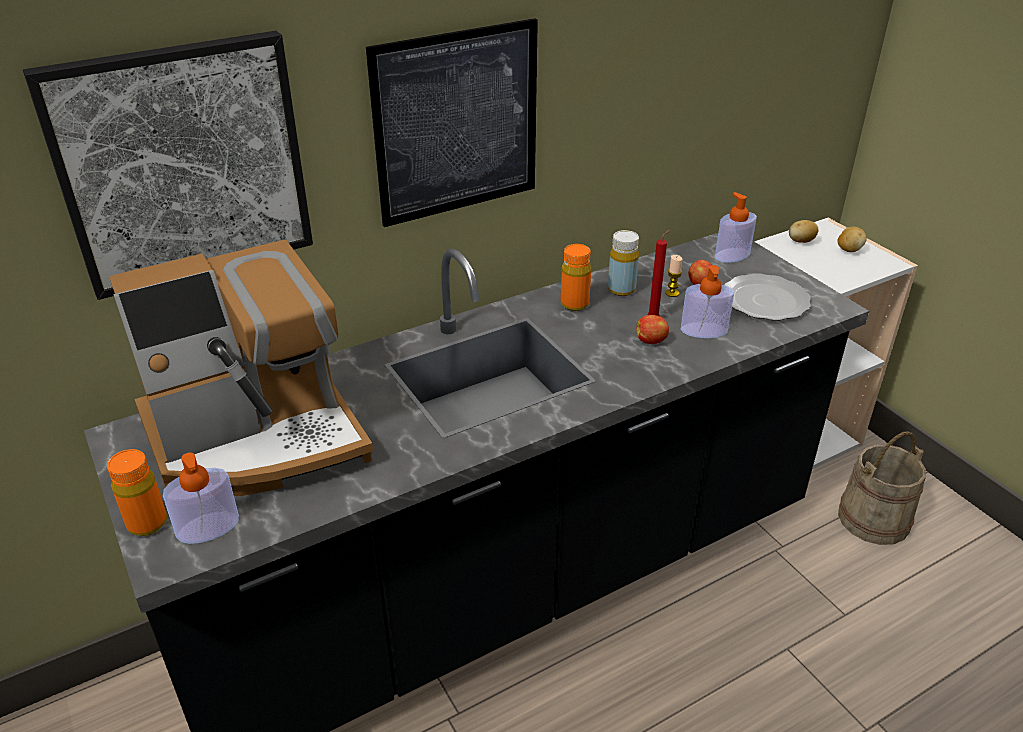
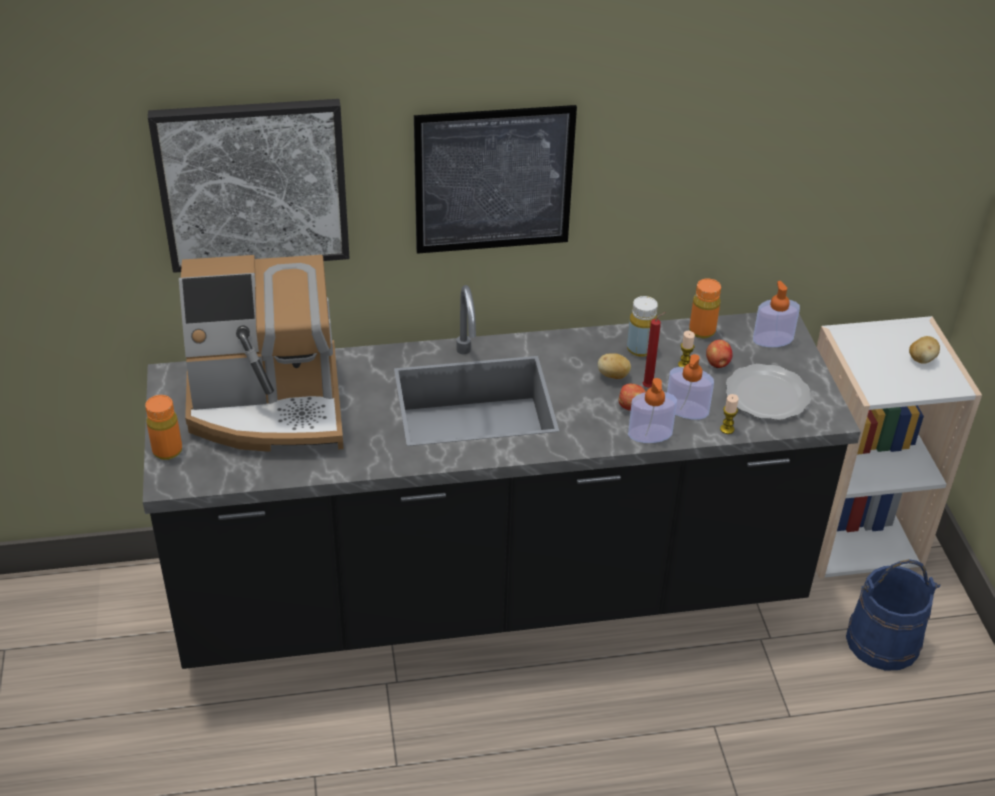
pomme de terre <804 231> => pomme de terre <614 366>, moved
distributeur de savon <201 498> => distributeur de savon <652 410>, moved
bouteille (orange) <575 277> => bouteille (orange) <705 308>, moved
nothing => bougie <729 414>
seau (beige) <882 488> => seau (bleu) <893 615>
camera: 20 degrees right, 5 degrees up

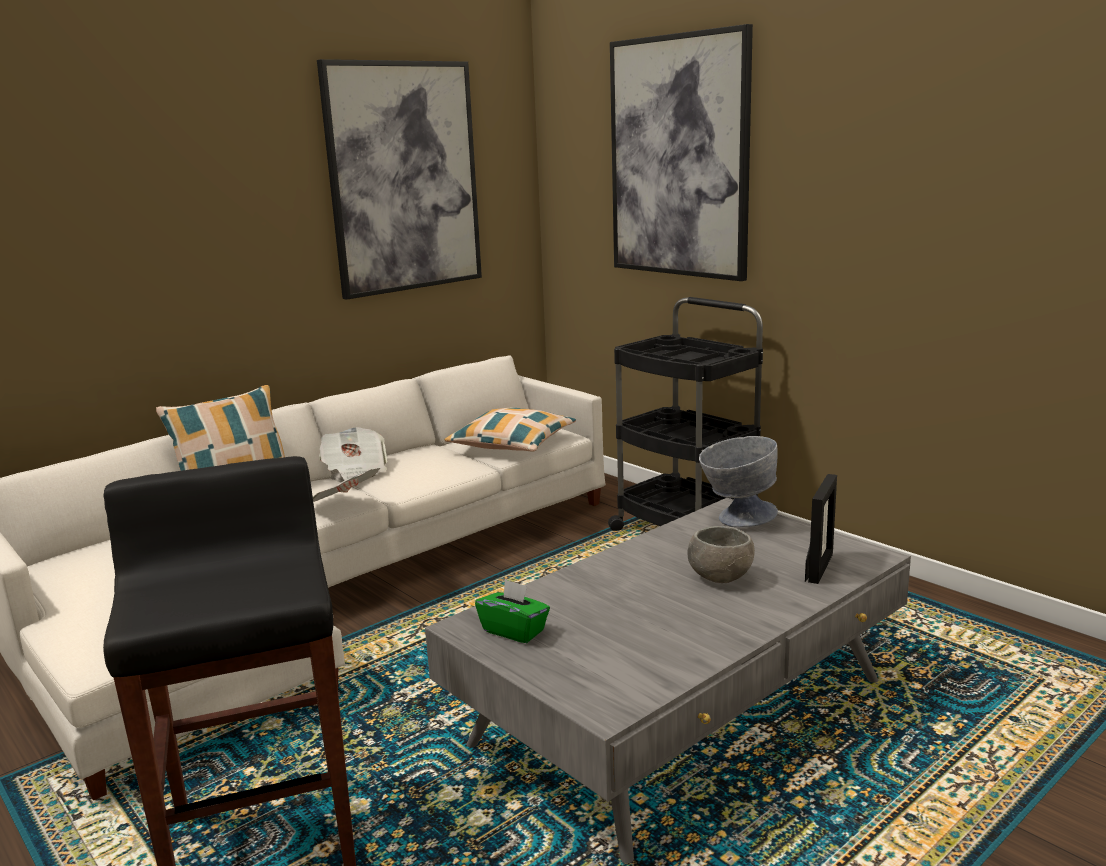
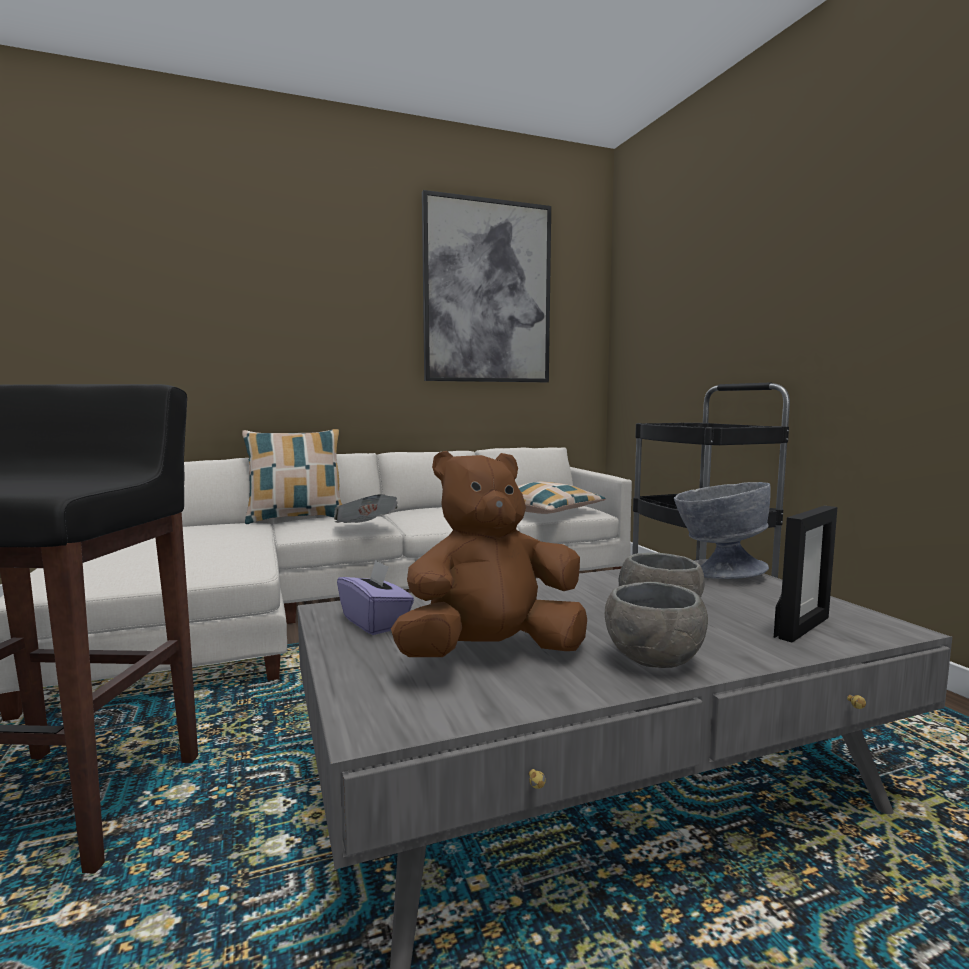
boîte à mouchoirs (vert) <512 611> => boîte à mouchoirs (violet) <375 597>
nothing => peluche (marron) <489 554>
nothing => bol (gris) <656 625>
journal <353 454> => nothing
tableau <681 152> => nothing
camera: 20 degrees right, 10 degrees down

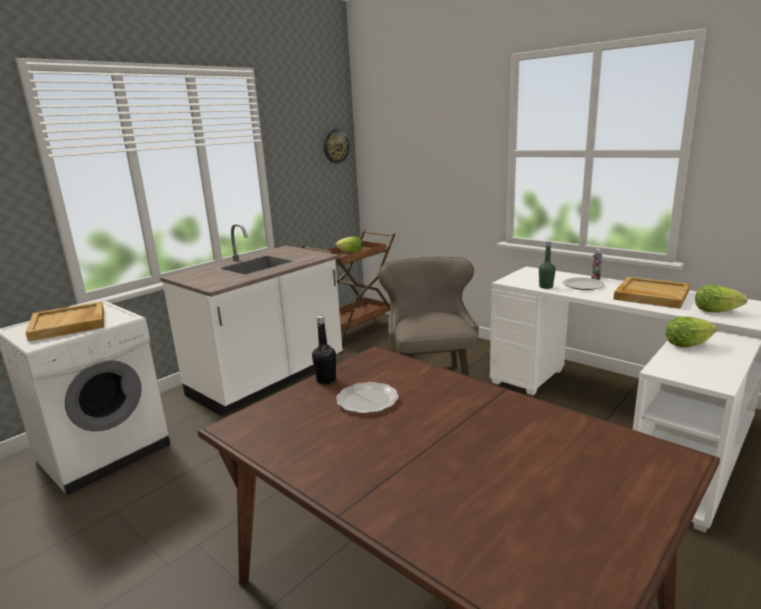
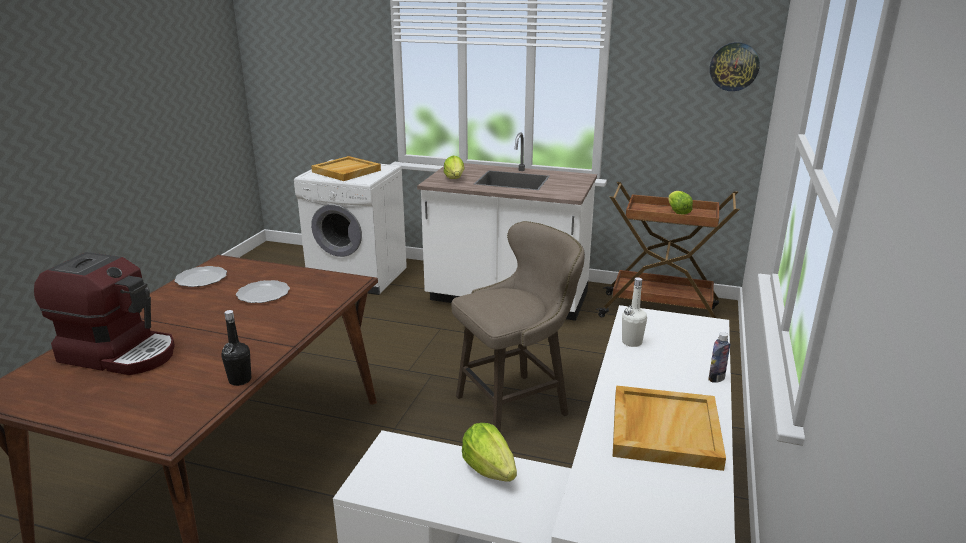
nothing => machine à café <104 313>
assiette <584 284> => assiette <200 276>, moved
bouteille (noir) <324 350> => bouteille (noir) <236 348>, moved
laitue <721 299> => laitue <454 167>, moved
bouteille (vert) <547 265> => bouteille (blanc) <634 312>
camera: 65 degrees right, 5 degrees up

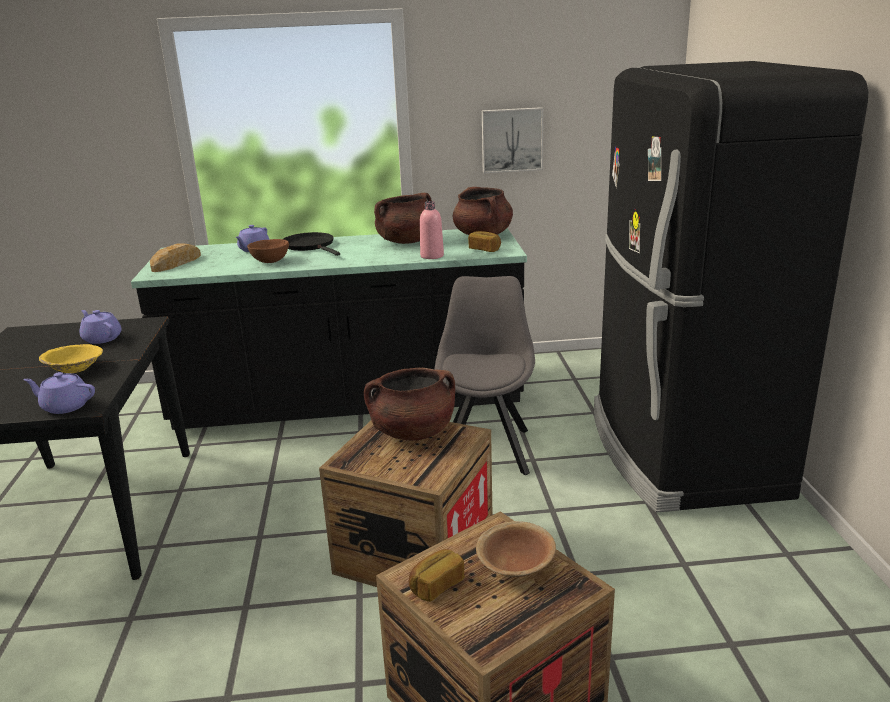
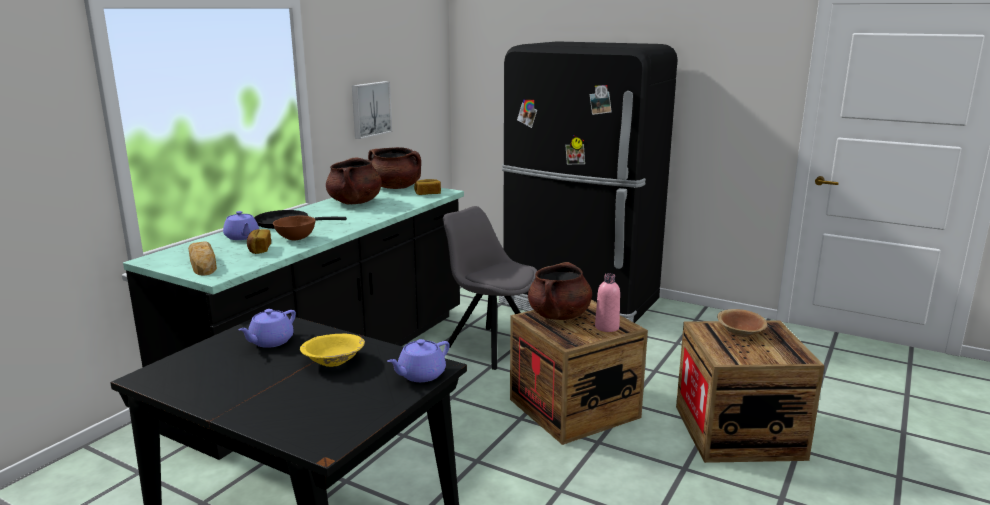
théière (violet) <101 327> => théière (violet) <267 328>, 45 degrees counterclockwise
pain <436 575> => pain <259 241>, moved
bouteille (rose) <432 230> => bouteille (rose) <607 302>, moved
camera: 55 degrees left, 5 degrees down

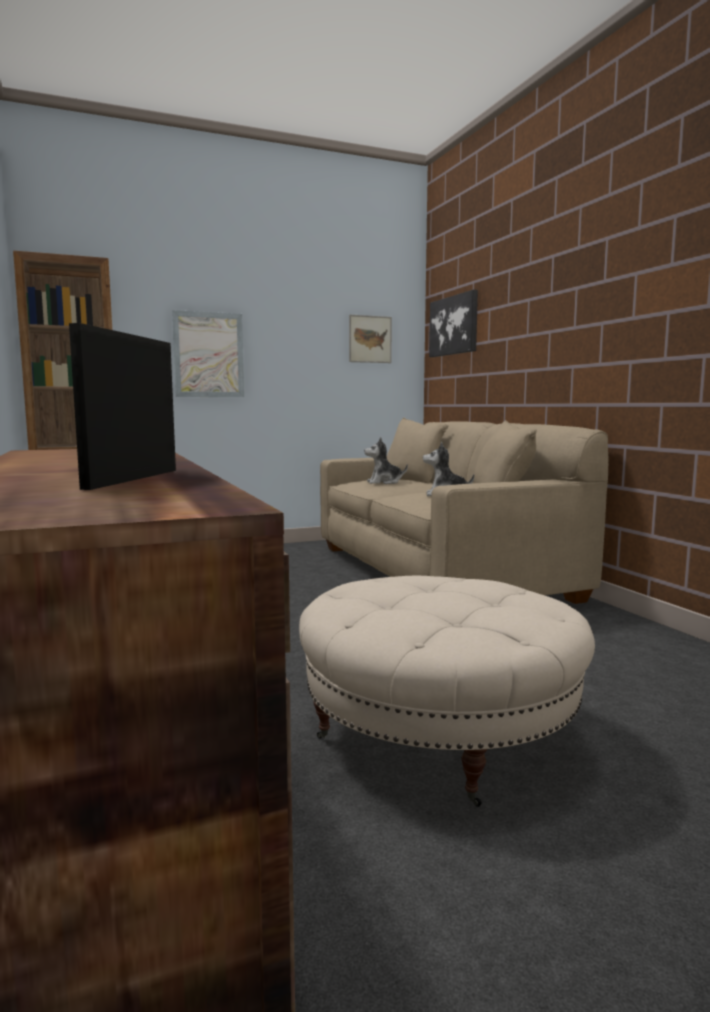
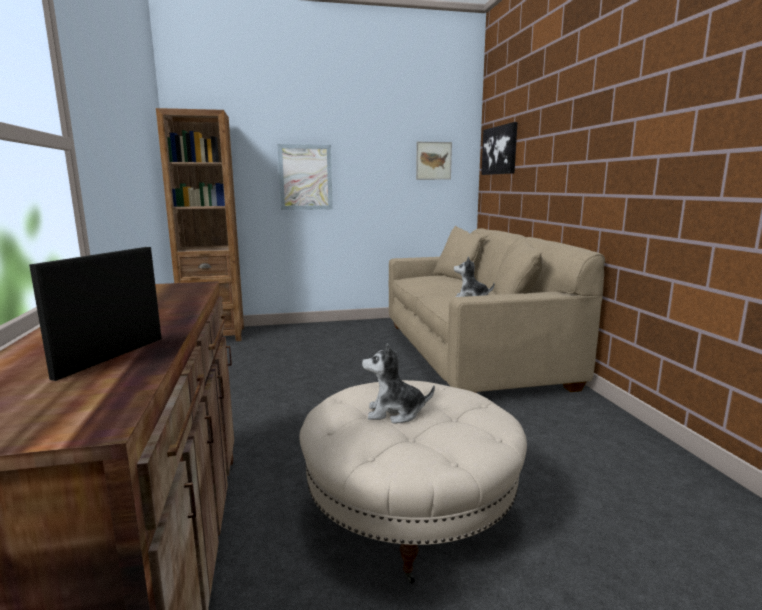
peluche <386 460> => peluche <398 383>, moved
camera: 10 degrees right, 5 degrees up

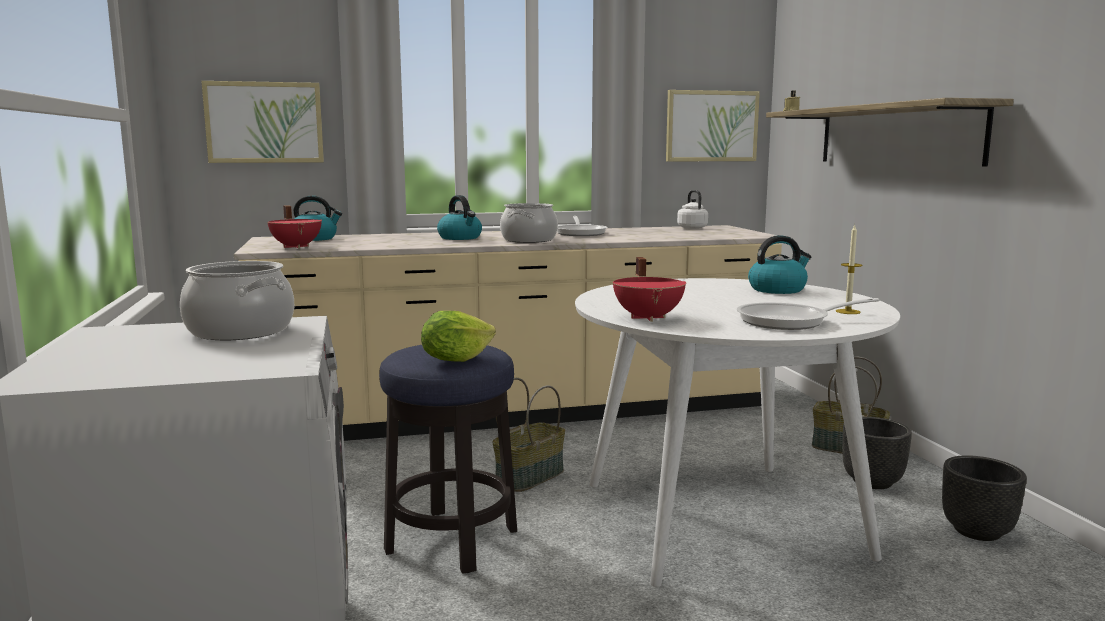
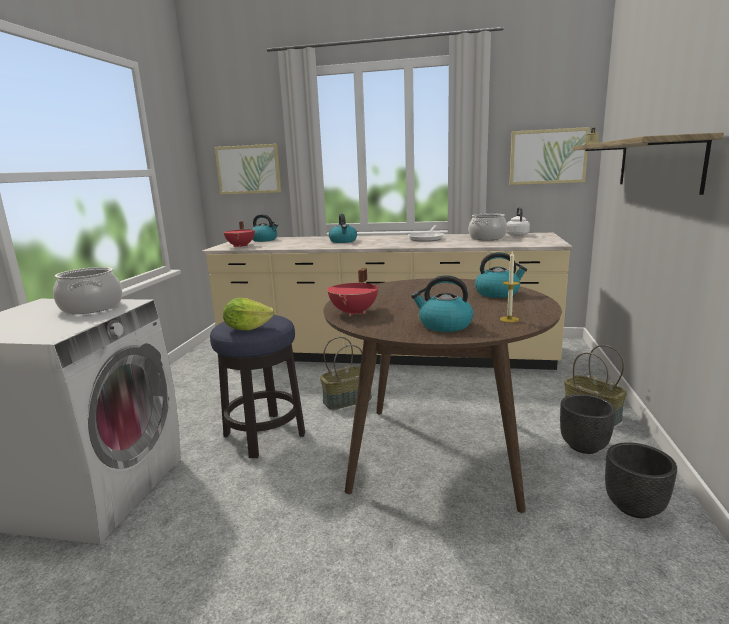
table à manger (blanc) <737 432> => table à manger (marron) <442 395>
poêle <808 314> => bouilloire <442 303>
marmite <529 223> => marmite <488 226>, moved
camera: 25 degrees right, 5 degrees up

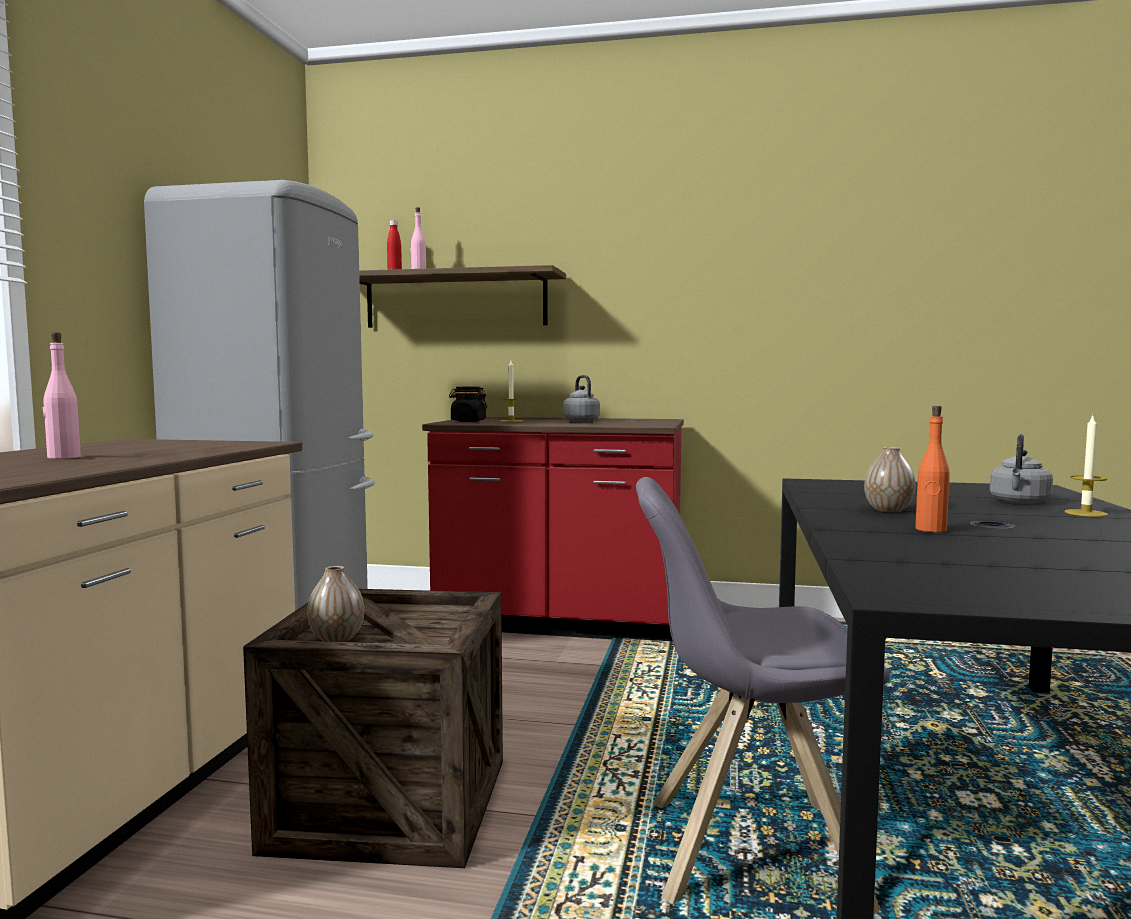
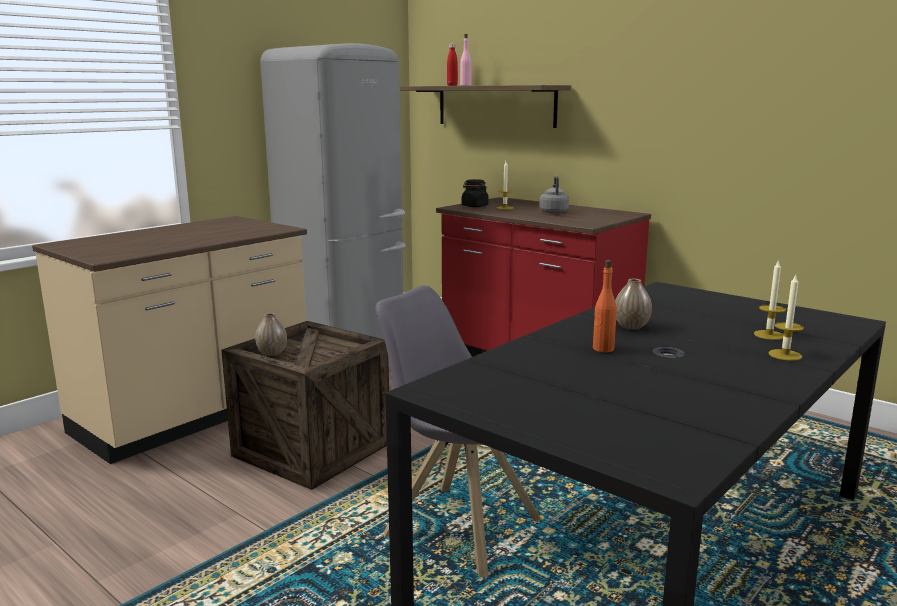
bouilloire (gris) <1021 469> => bougie <770 299>
bouteille (rose) <62 395> => nothing
camera: 30 degrees right, 10 degrees up

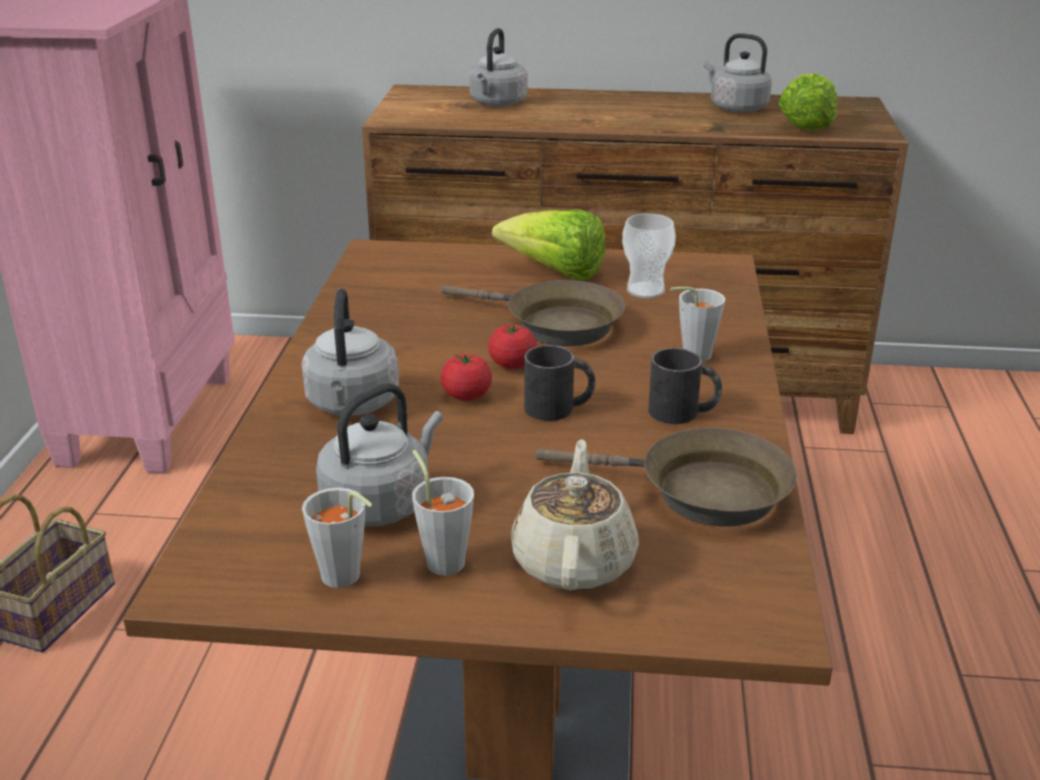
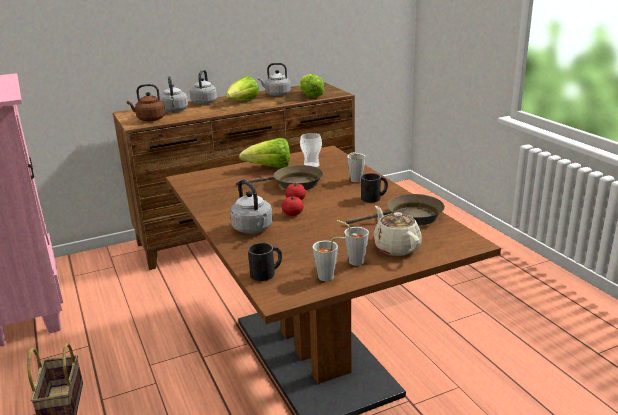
nothing => bouilloire (marron) <146 102>
bouilloire (gris) <379 455> => bouilloire (gris) <203 87>, moved
nothing => laitue <242 88>
mug (noir) <560 383> => mug (noir) <265 262>, moved
camera: 30 degrees left, 5 degrees down

